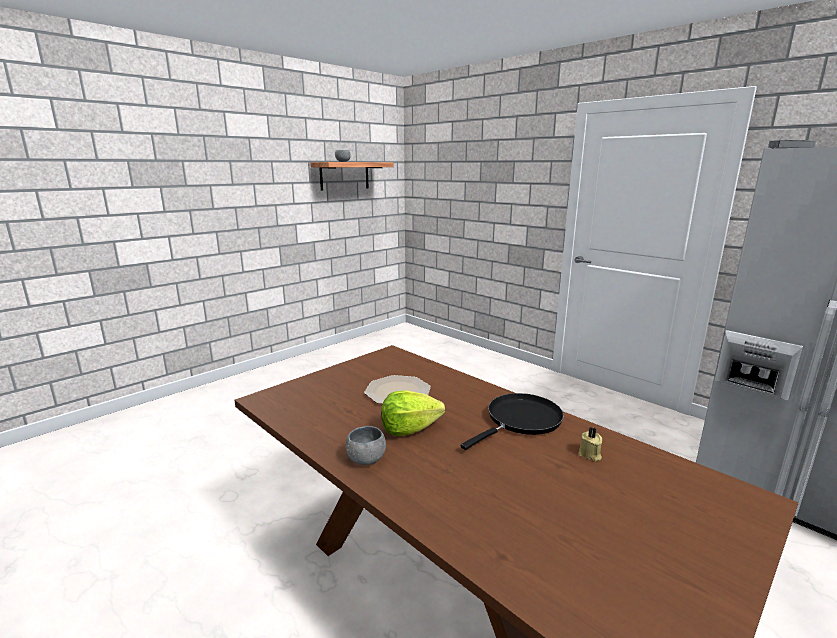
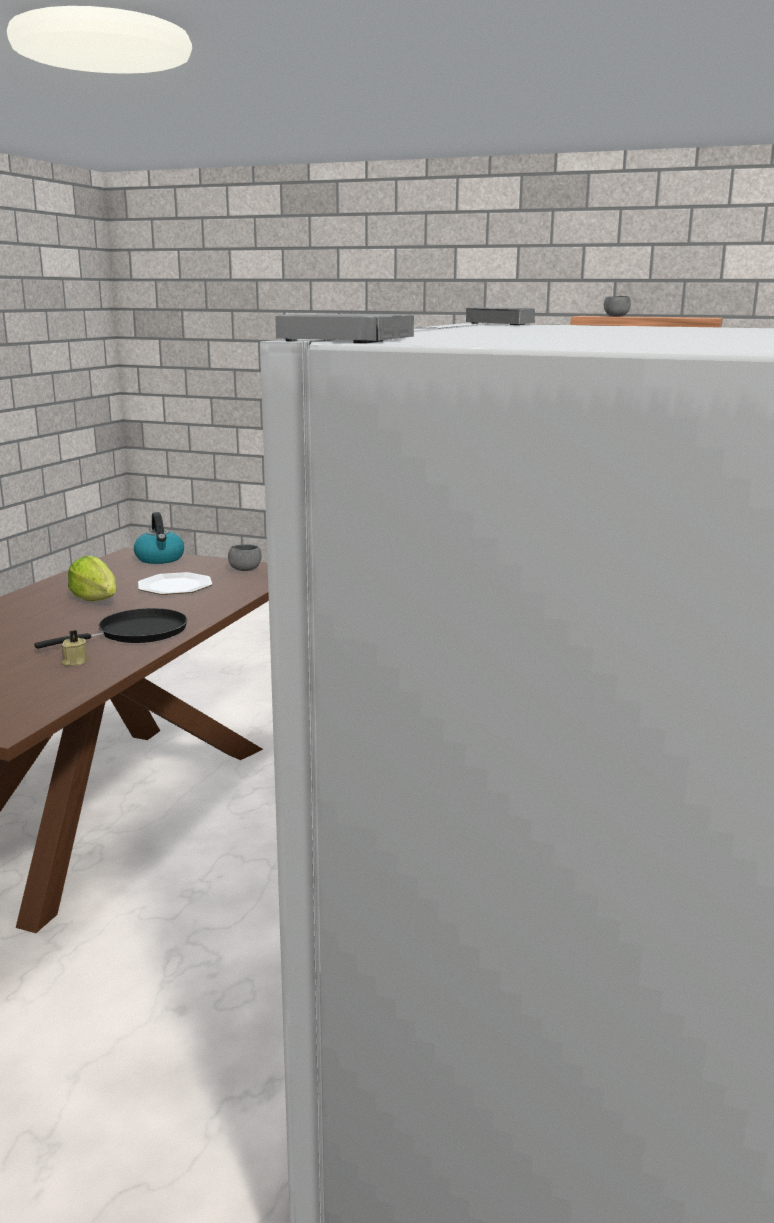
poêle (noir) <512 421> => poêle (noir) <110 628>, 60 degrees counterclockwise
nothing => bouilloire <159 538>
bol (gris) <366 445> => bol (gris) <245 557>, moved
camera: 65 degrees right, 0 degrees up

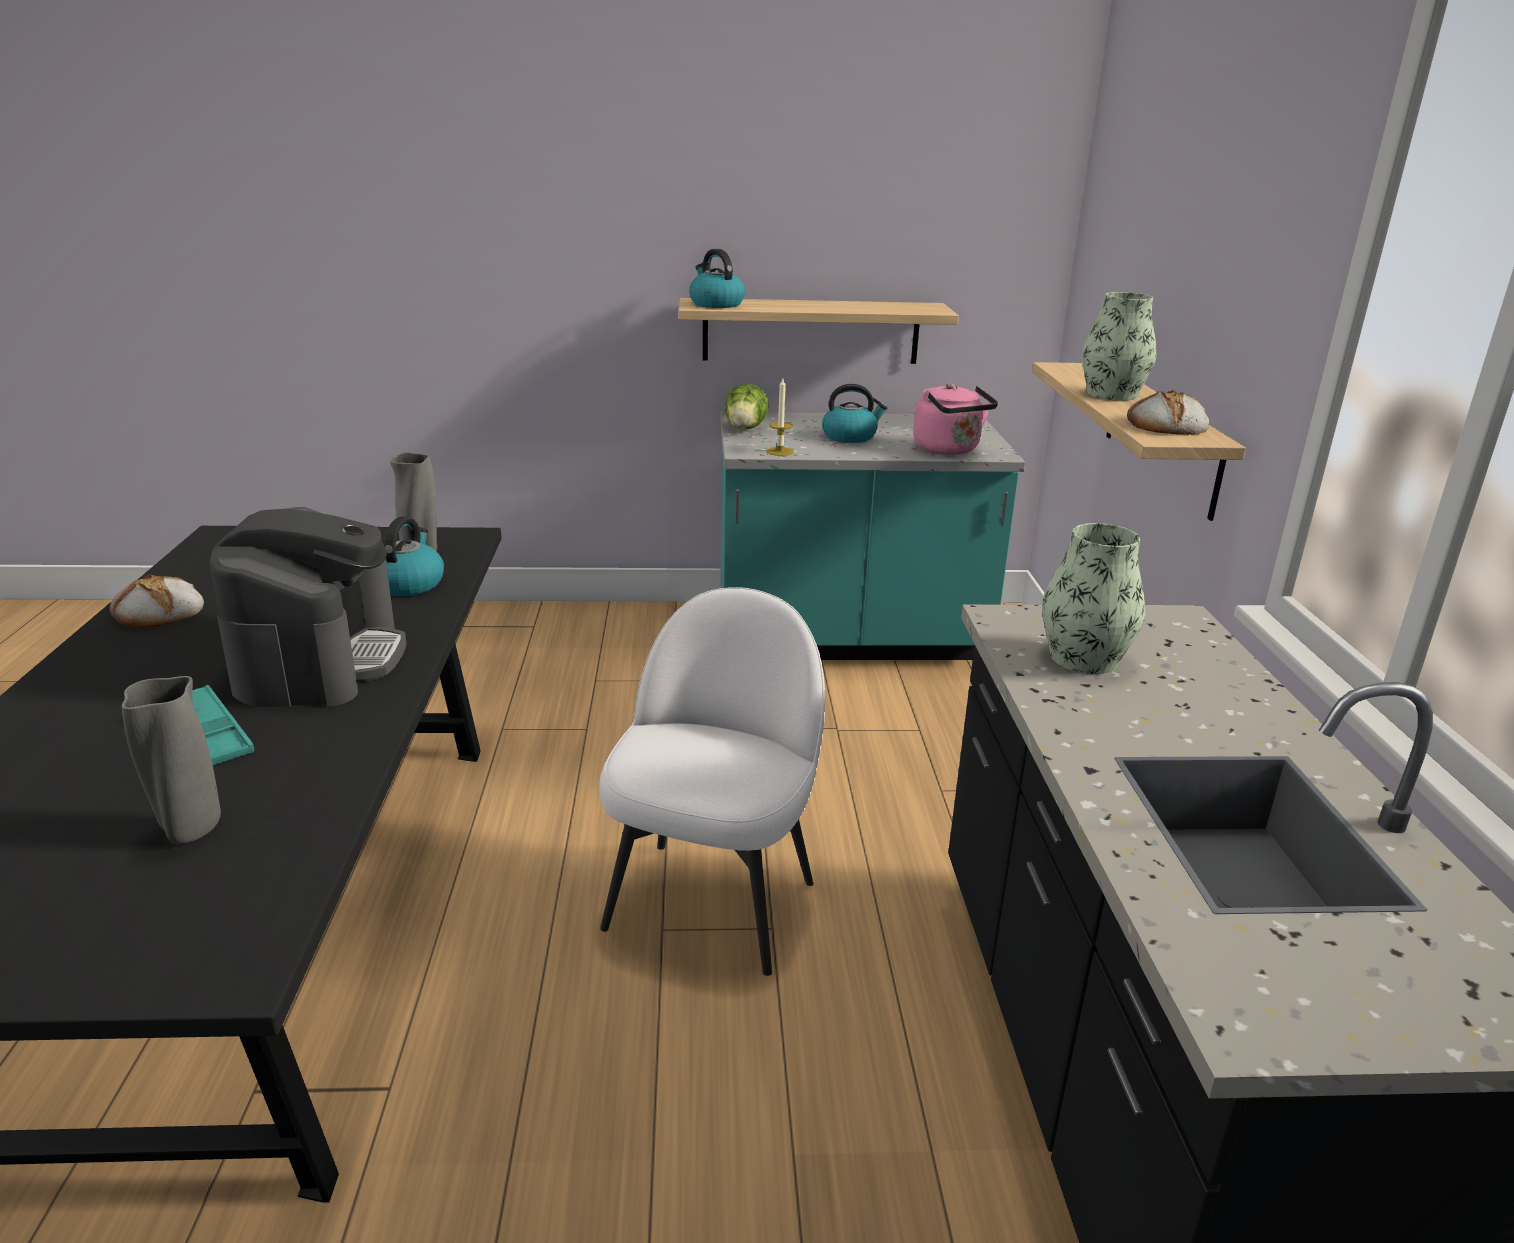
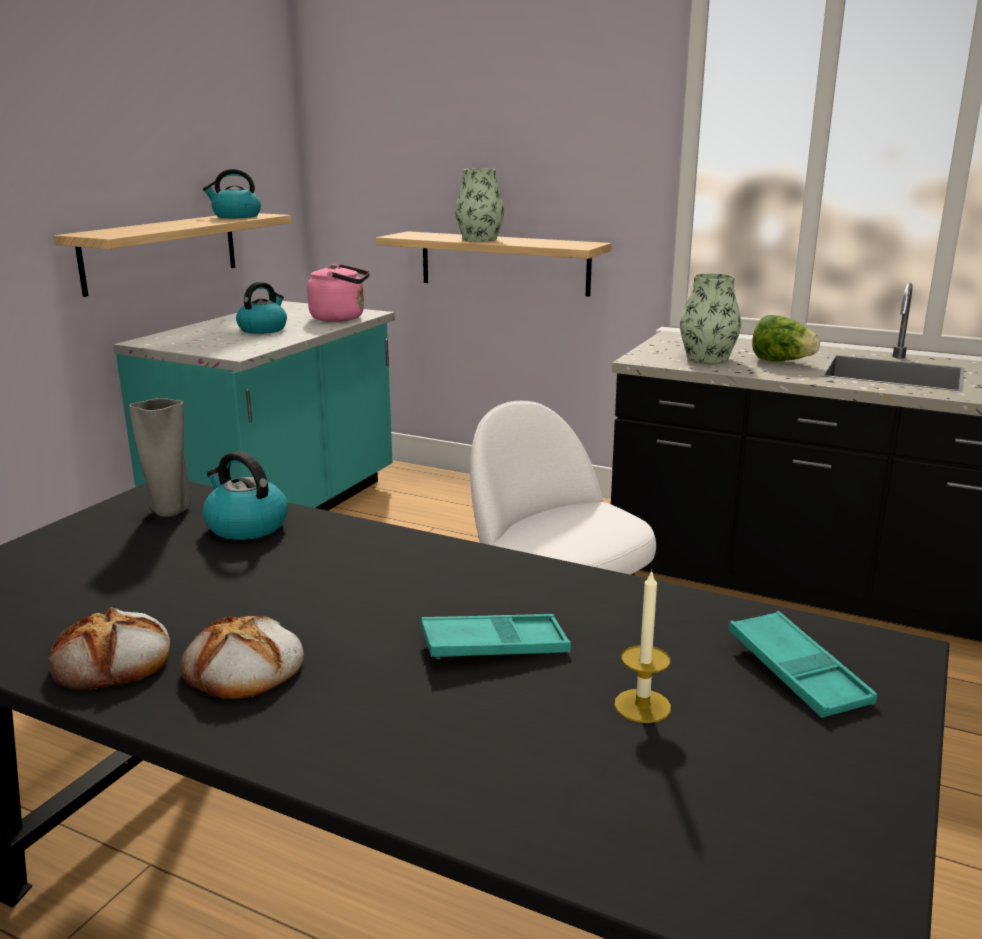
pain <1168 412> => pain <242 657>, moved
bouilloire <717 278> => bouilloire <232 193>, moved
bougie <780 417> => bougie <642 646>, moved
nothing => plateau (turquoise) <802 664>
laitue <747 406> => laitue <786 338>, moved
vase (gris) <171 760> => nothing
machine à café <308 607> => nothing
camera: 60 degrees left, 5 degrees down

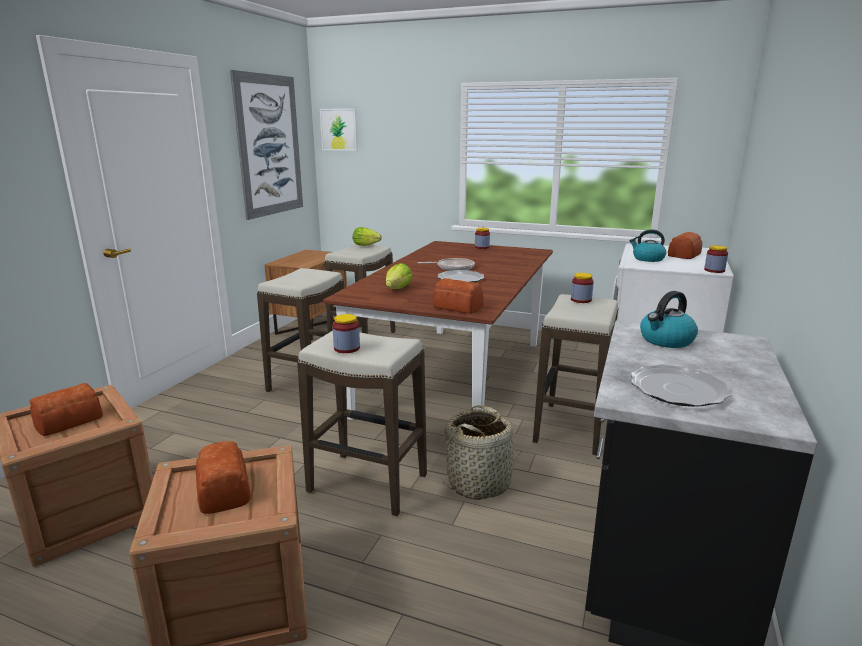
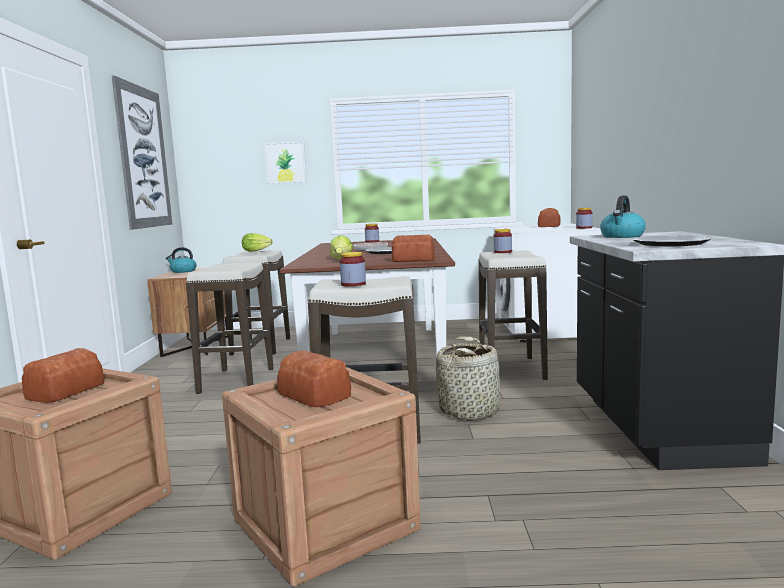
bouilloire <647 245> => bouilloire <181 260>, moved
tableau <339 130> => tableau <285 162>, moved
camera: 20 degrees left, 10 degrees down

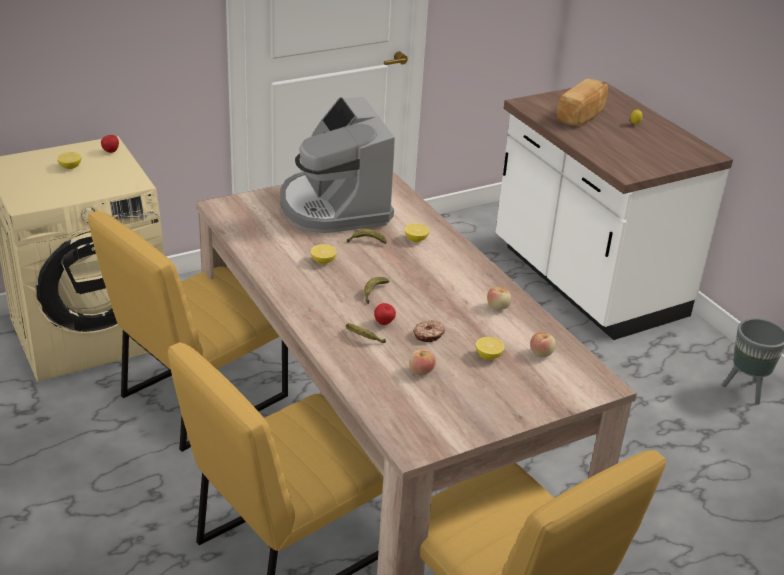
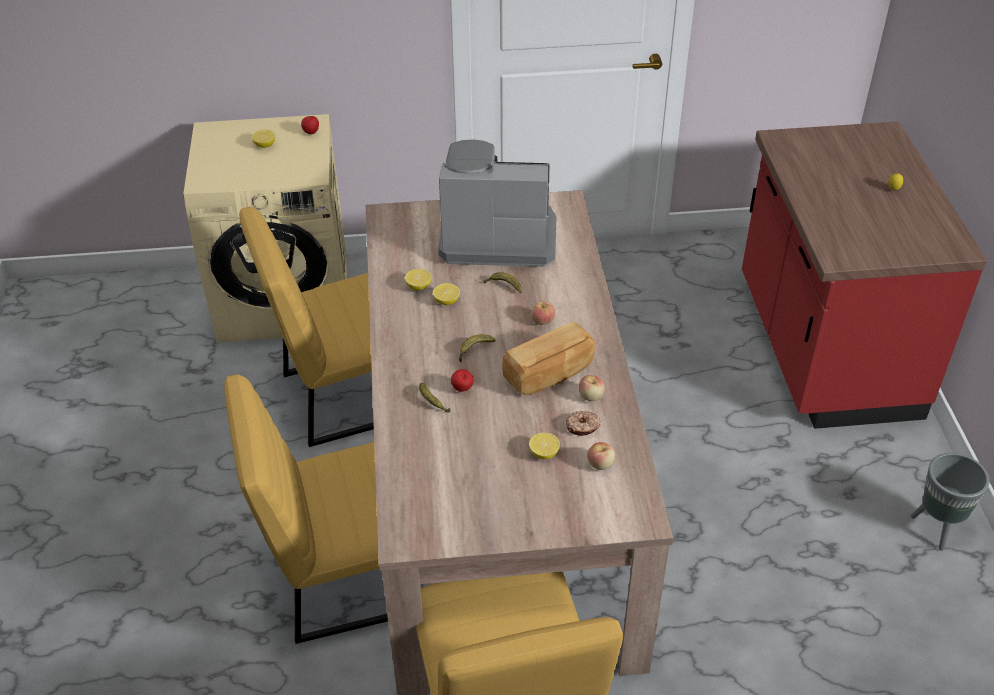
citron <417 232> => citron <418 279>, moved
machine à café <337 165> => machine à café <497 203>, 90 degrees clockwise
pain <582 102> => pain <548 359>, moved
pomme <422 362> => pomme <543 313>, moved
beignet <429 331> => beignet <583 423>, moved
comptoir de cuisine (blanc) <614 211> => comptoir de cuisine (rouge) <864 275>
camera: 25 degrees right, 10 degrees up

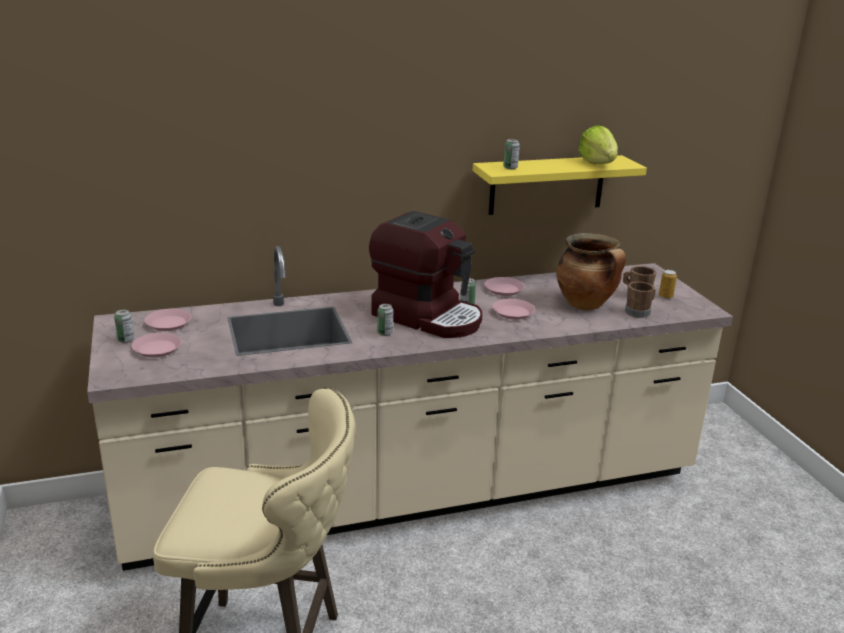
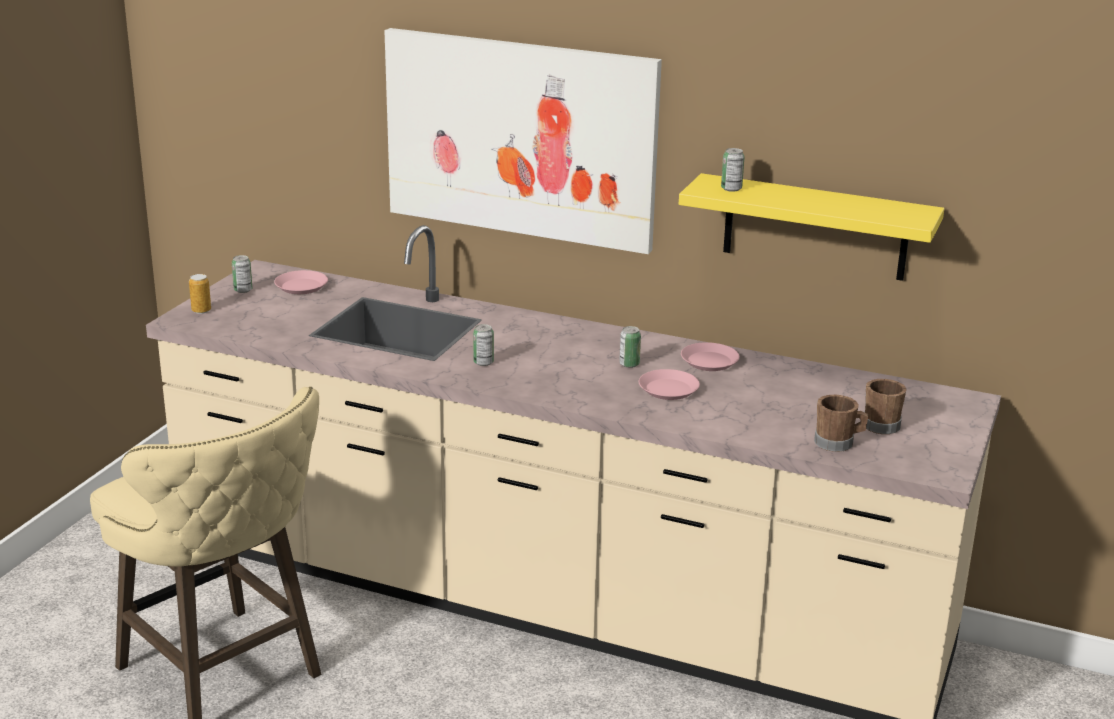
boîte métallique <668 284> => boîte métallique <200 294>, moved
nothing => tableau <523 141>
assiette (rose) <157 345> => nothing
machine à café <425 274> => nothing
marmite <591 271> => nothing
laitue <598 144> => nothing
camera: 40 degrees right, 0 degrees up

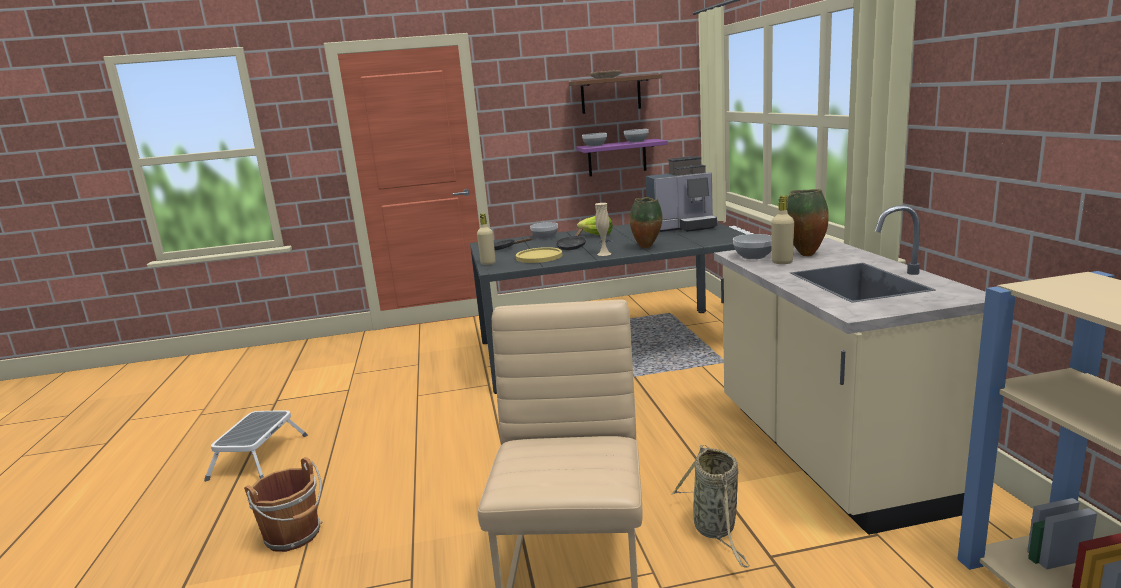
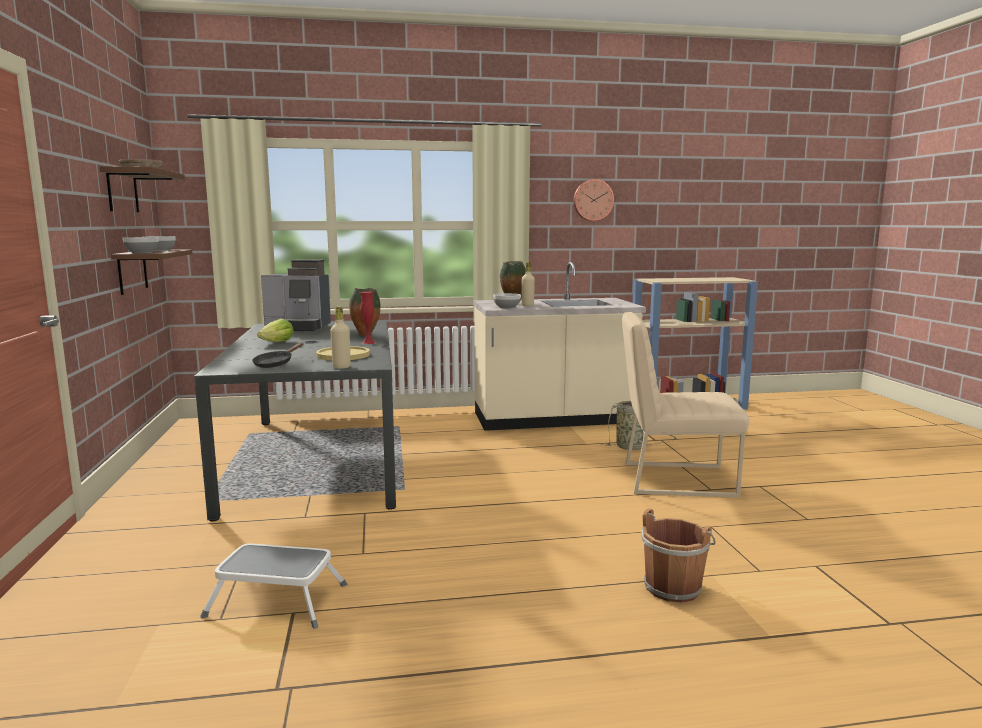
étagère (violet) <622 158> => étagère (marron) <152 272>
escabeau (gris) <256 446> => escabeau (gris) <274 586>, moved
machine à café <681 194> => machine à café <296 295>, 105 degrees clockwise
vase (beige) <603 229> => vase (rouge) <368 317>
nothing => horloge murale <594 200>
bol <544 231> => nothing
poêle (noir) <571 239> => nothing
camera: 90 degrees left, 5 degrees down

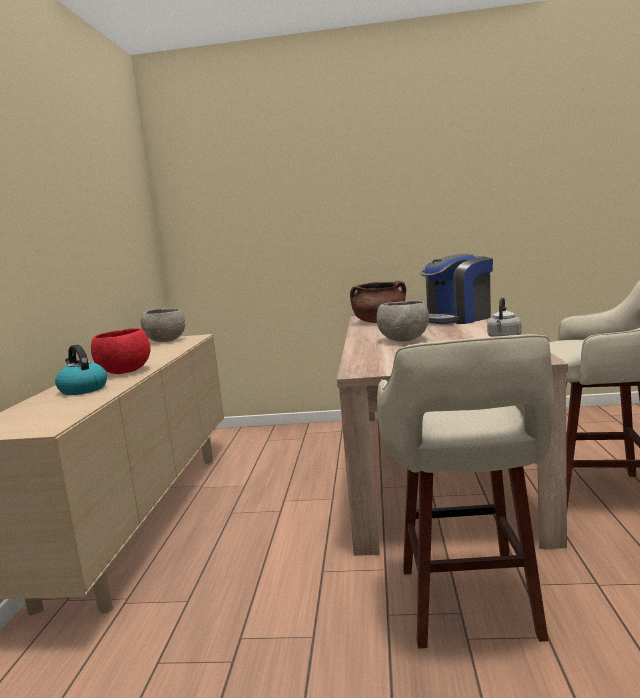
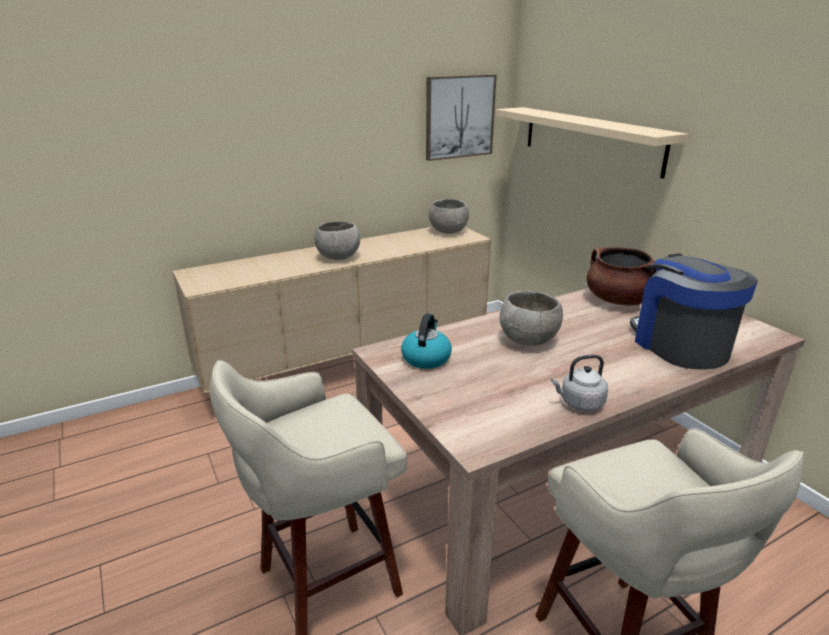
bol (rouge) <121 351> => bol (gris) <337 240>
bouilloire <81 370> => bouilloire <426 341>, moved
nothing => tableau <461 117>
nothing => étagère (beige) <592 143>
machine à café <456 289> => machine à café <694 312>, 45 degrees clockwise
camera: 55 degrees right, 15 degrees up

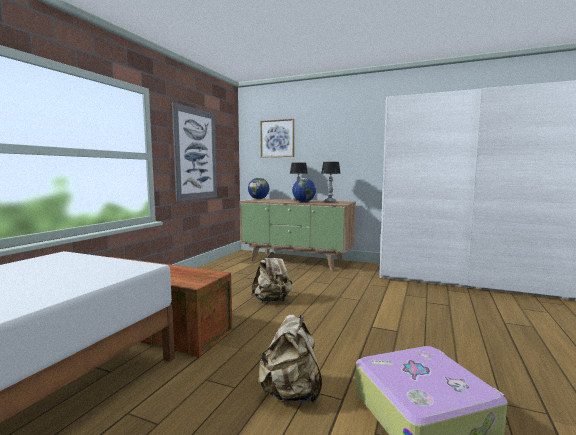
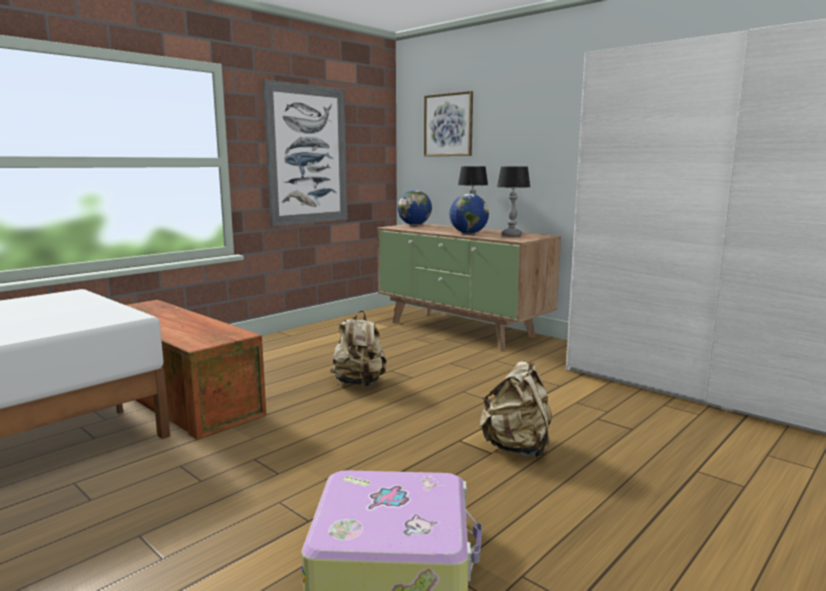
sac à dos (beige) <290 358> => sac à dos (beige) <515 409>, moved
camera: 20 degrees right, 5 degrees up

